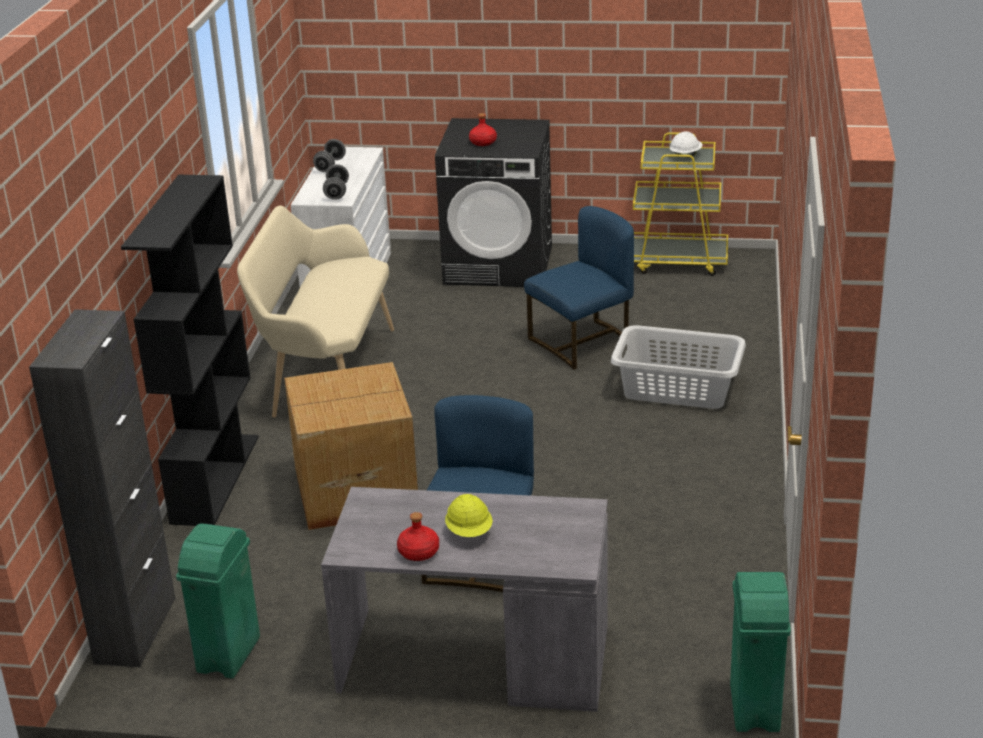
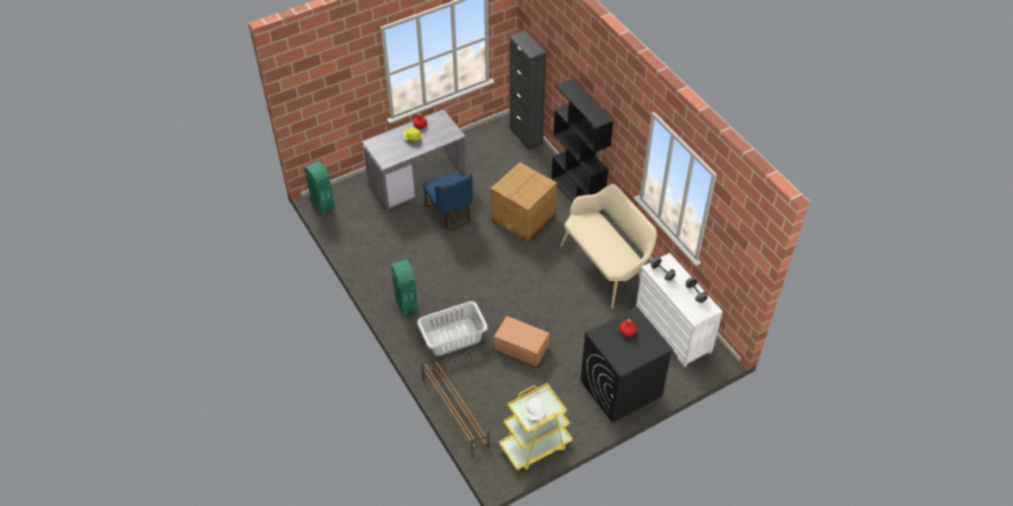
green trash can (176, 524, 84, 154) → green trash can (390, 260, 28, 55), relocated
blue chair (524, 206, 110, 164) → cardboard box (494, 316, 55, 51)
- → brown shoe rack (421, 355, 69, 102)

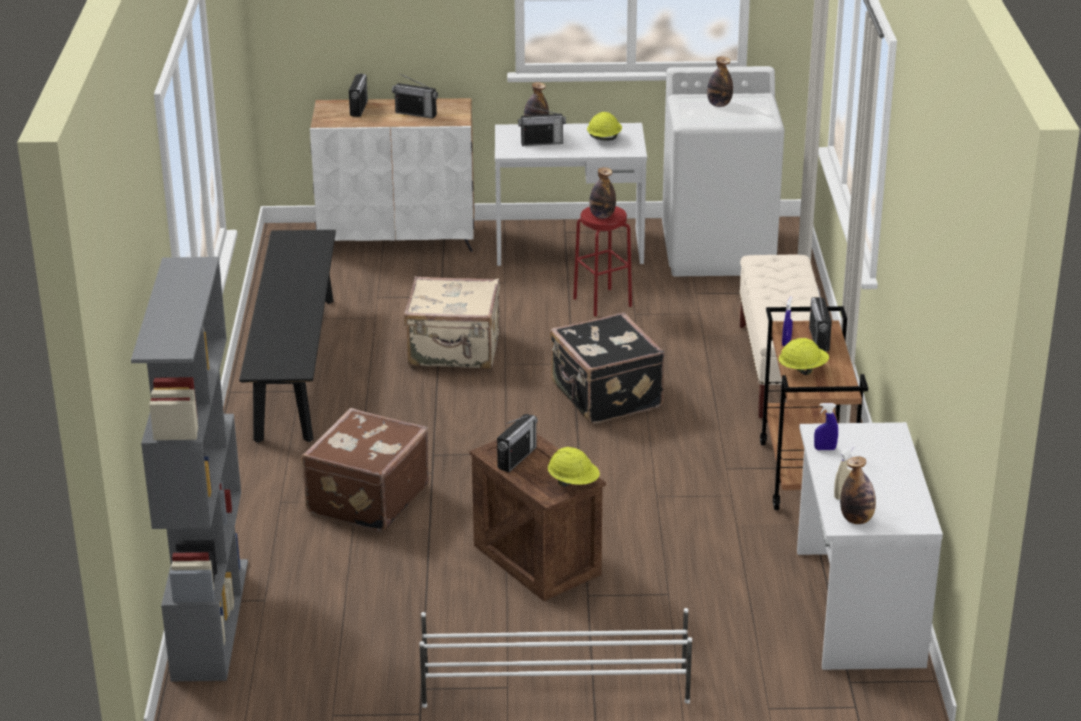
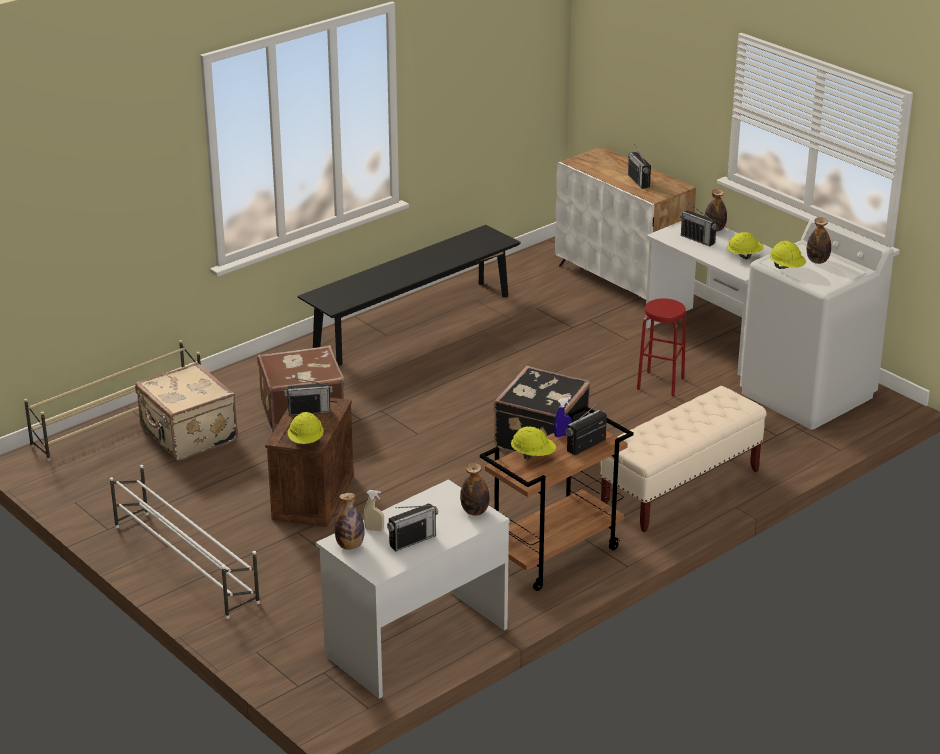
grey bookcase (131, 257, 117, 424) → beige shoe rack (24, 340, 177, 121)
radio (349, 73, 19, 44) → radio (387, 504, 51, 47), relocated
beige suitcase (404, 276, 96, 93) → beige suitcase (135, 363, 103, 97), relocated
bottle (589, 167, 27, 52) → bottle (460, 462, 29, 54), relocated
blue spray bottle (814, 403, 24, 47) → -
- → yellow hard hat (770, 241, 36, 28)

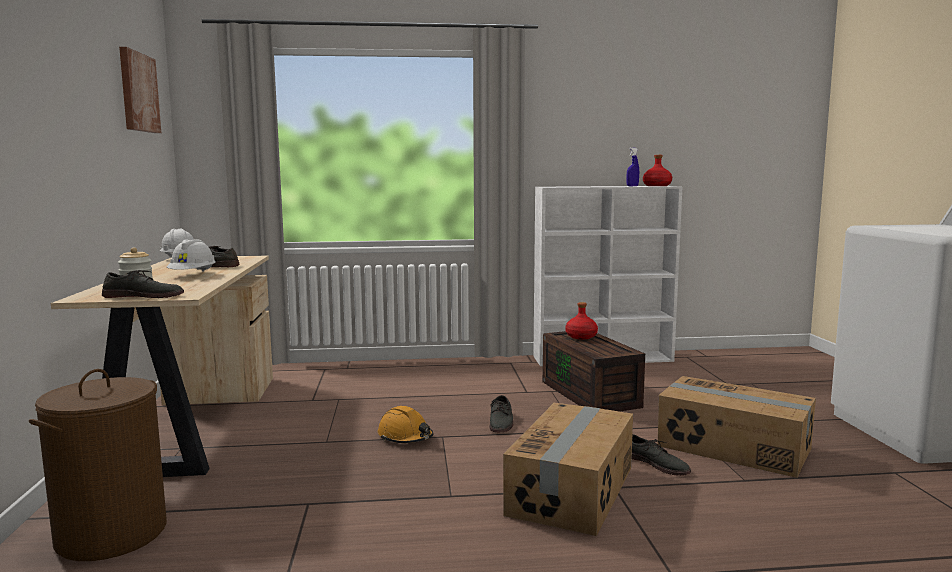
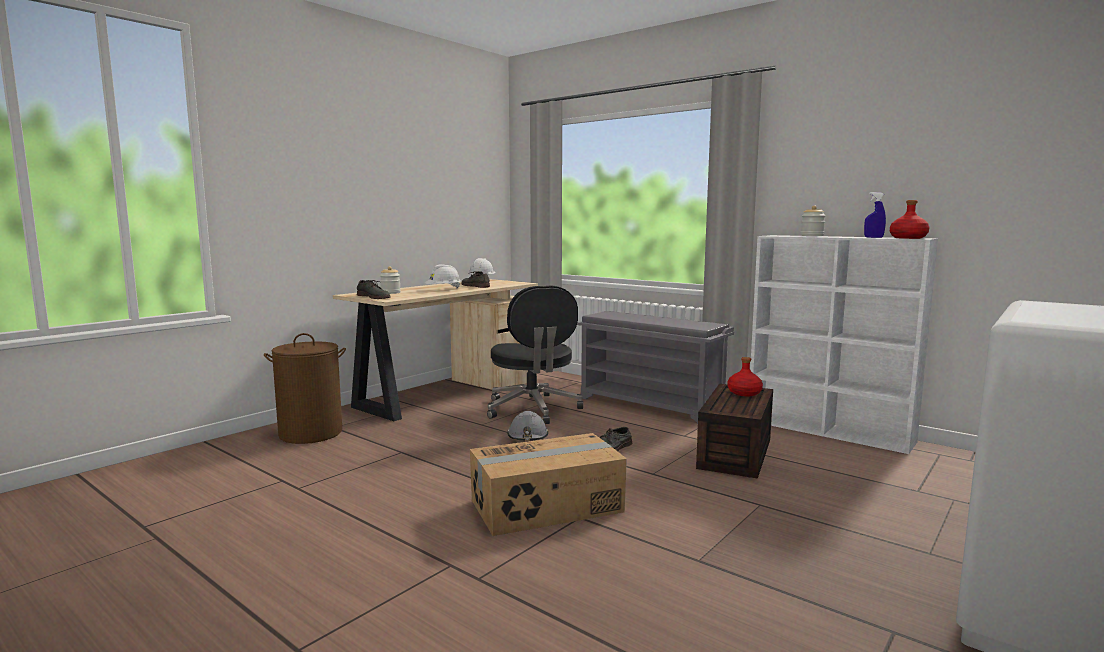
picture (119, 47, 42, 86) → -
orange hard hat (378, 406, 56, 37) → grey hard hat (507, 411, 41, 29)
grey shoe (631, 434, 60, 42) → -
cardboard box (658, 376, 158, 102) → -
- → black office chair (487, 285, 96, 139)
- → grey shoe rack (577, 311, 157, 113)
- → jar (801, 205, 24, 31)

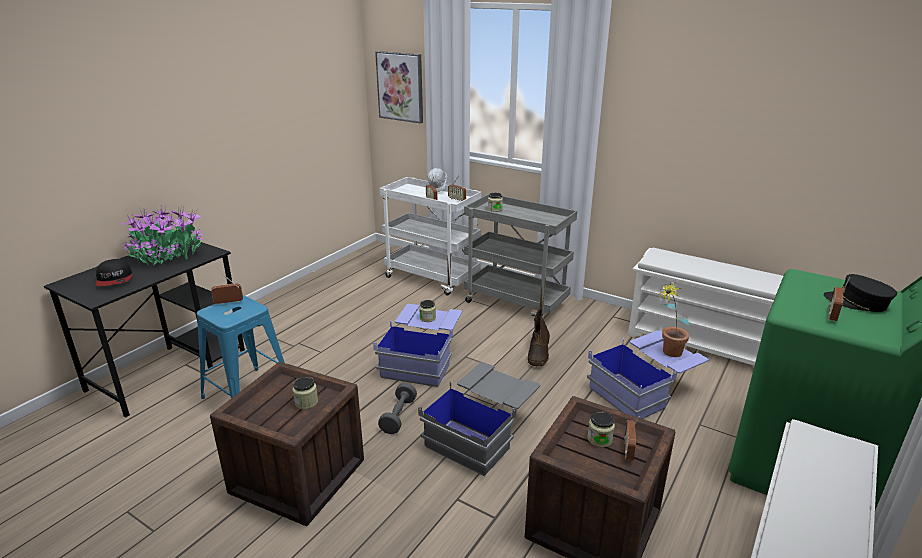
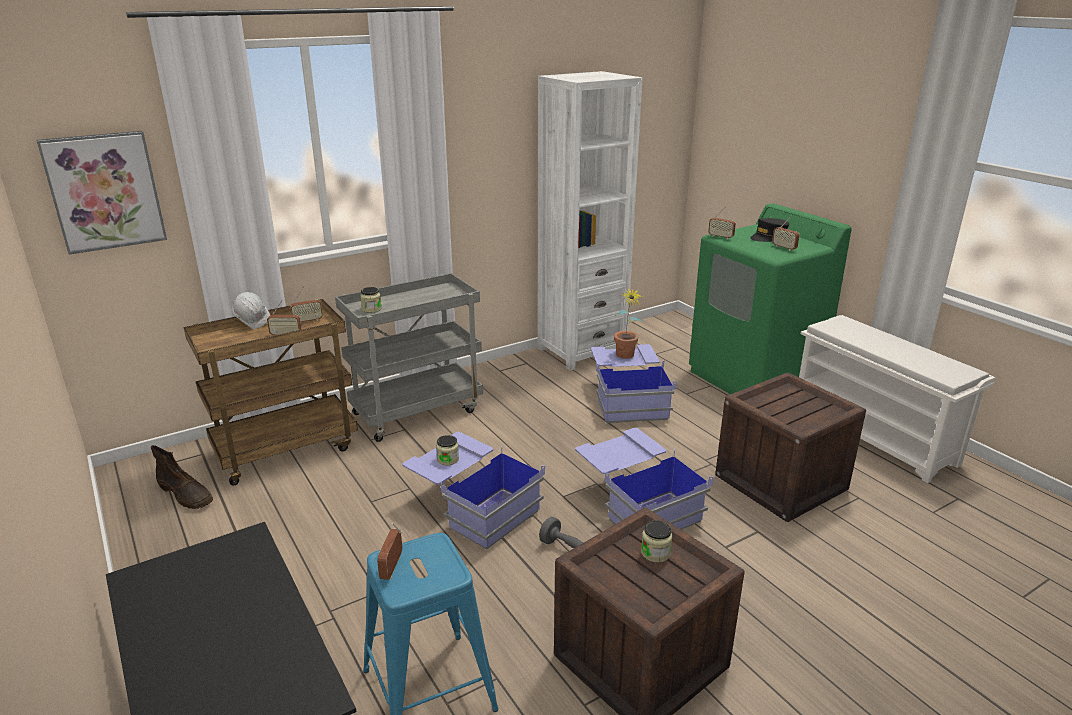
cap (96, 259, 36, 27) → -
potted plant (121, 206, 83, 60) → -
white cart (379, 177, 103, 119) → brown cart (183, 299, 175, 187)
grey storage box (418, 362, 122, 114) → blue storage box (575, 428, 138, 102)
brown boot (528, 308, 22, 59) → brown boot (151, 445, 62, 64), relocated
jar (587, 412, 28, 35) → -
radio (624, 416, 16, 45) → radio (708, 206, 28, 33), relocated
white shoe rack (628, 248, 155, 120) → white bookcase (538, 71, 104, 299)

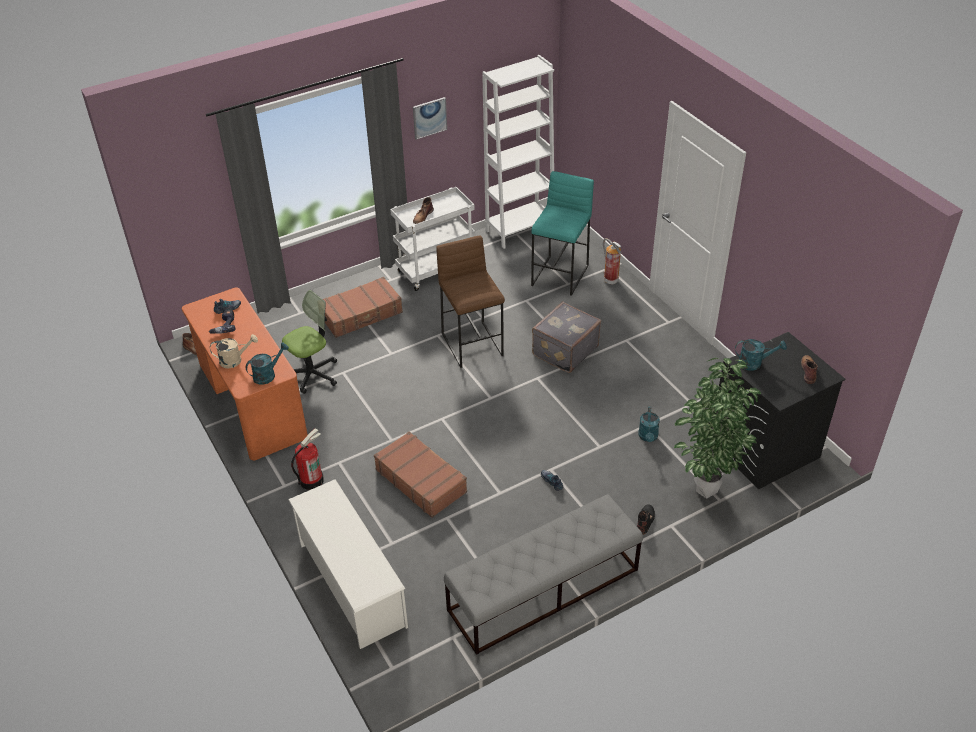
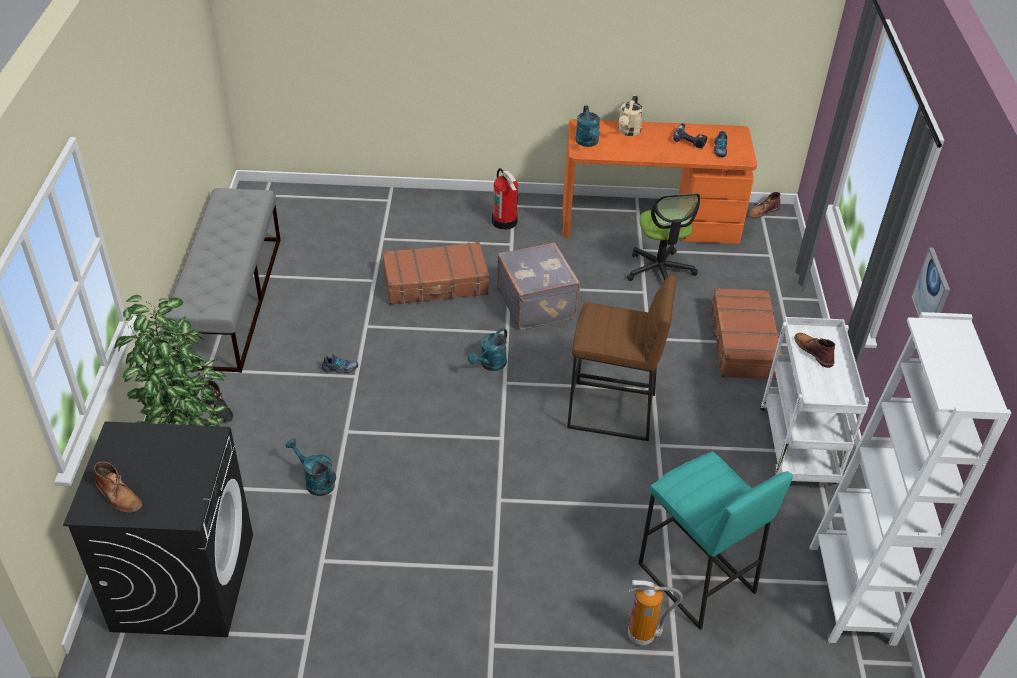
white shoe rack (288, 479, 120, 170) → -
grey suitcase (532, 301, 69, 72) → grey suitcase (497, 243, 83, 87), relocated
turquoise watering can (735, 339, 52, 32) → turquoise watering can (468, 328, 39, 43), relocated

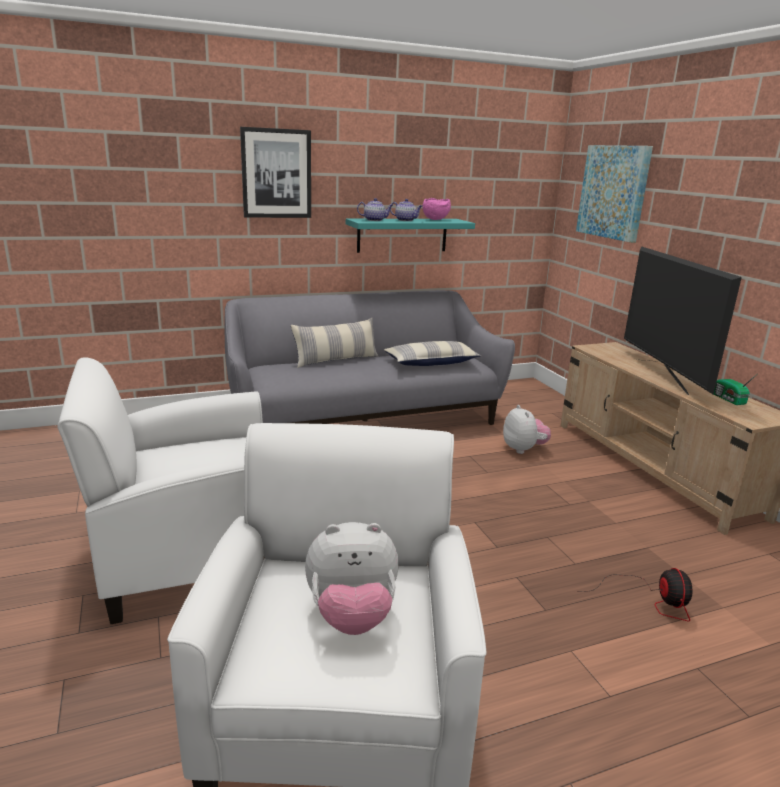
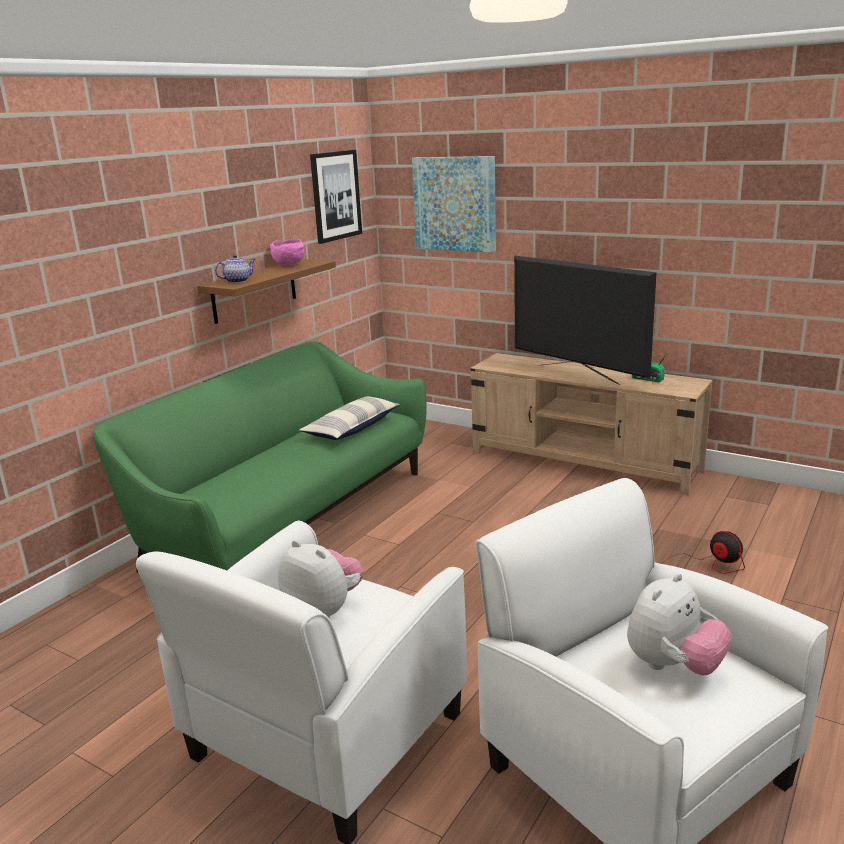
grey sofa (224, 290, 291, 135) → green sofa (93, 342, 334, 231)
picture (240, 127, 71, 91) → picture (310, 150, 52, 94), relocated
pillow (291, 318, 87, 50) → -
turquoise shelf (346, 219, 129, 34) → brown shelf (197, 259, 139, 65)
teapot (390, 199, 32, 22) → -
plush toy (503, 405, 48, 49) → plush toy (278, 540, 86, 79), relocated

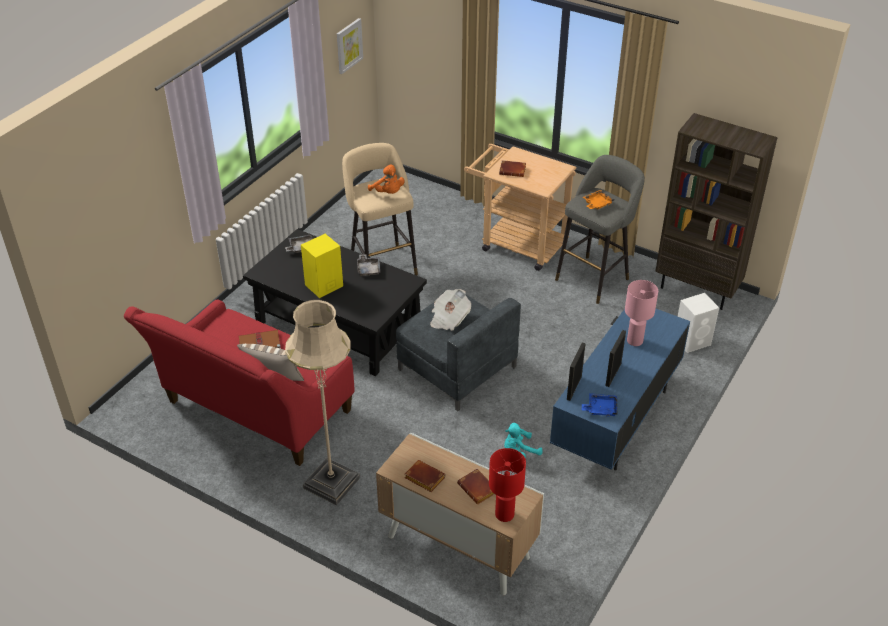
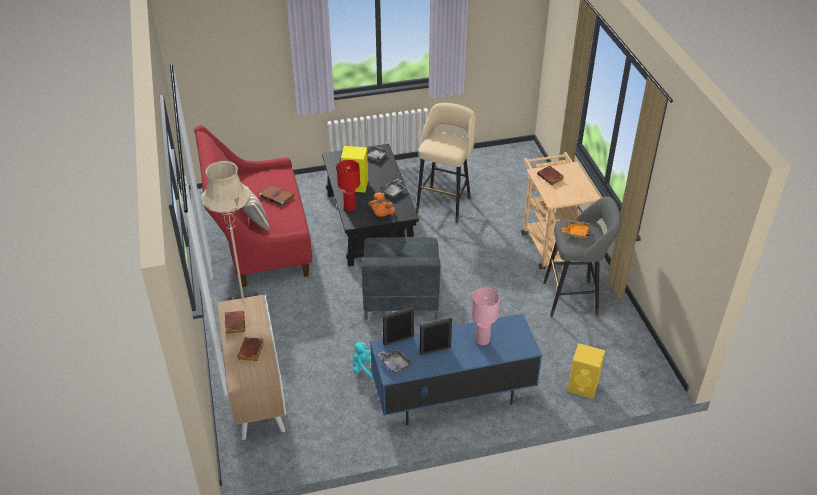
picture (337, 18, 26, 56) → -
orange plush toy (368, 164, 36, 30) → orange plush toy (368, 192, 27, 25), relocated
newspaper (430, 289, 41, 42) → -
red table lamp (489, 448, 37, 74) → red table lamp (337, 160, 23, 51), relocated
blue tray (582, 393, 35, 24) → grey tray (378, 348, 35, 26)
brown bookcase (655, 113, 123, 197) → -
white speaker (678, 293, 41, 60) → yellow speaker (567, 343, 38, 56)

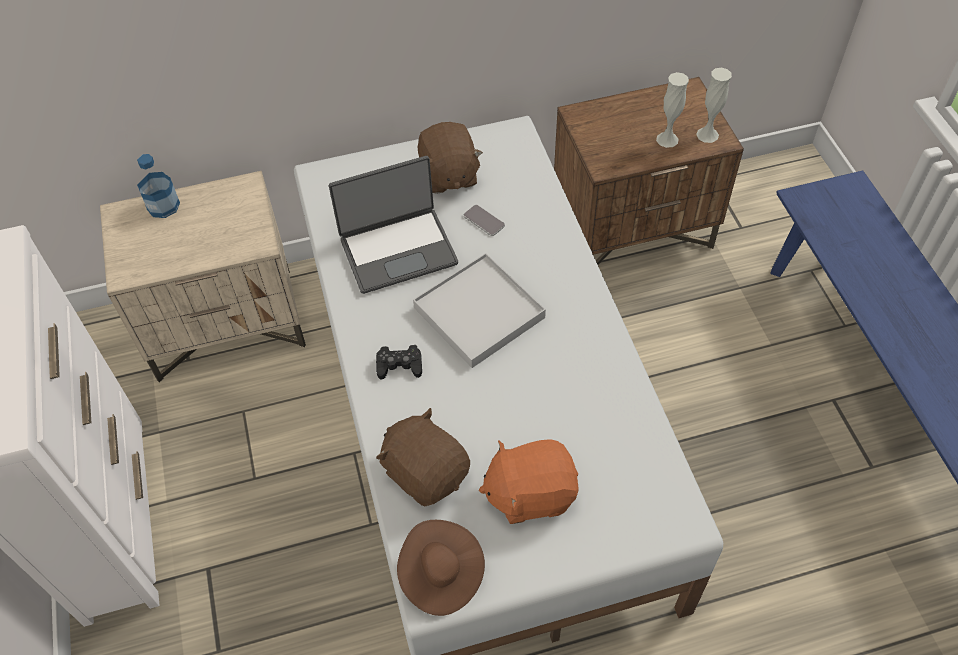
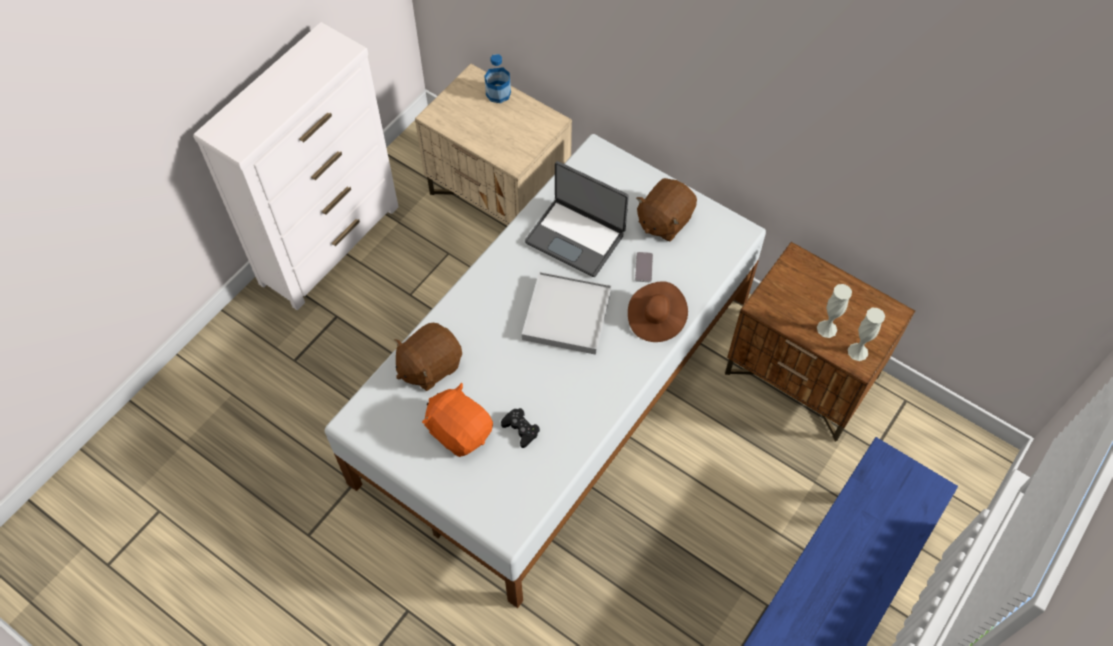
black game controller (376, 345, 46, 34) → black game controller (501, 408, 39, 40), relocated
brown plush toy (376, 408, 94, 98) → brown plush toy (394, 323, 68, 68), 135 degrees counterclockwise
brown hat (397, 520, 88, 96) → brown hat (628, 281, 60, 61), relocated

